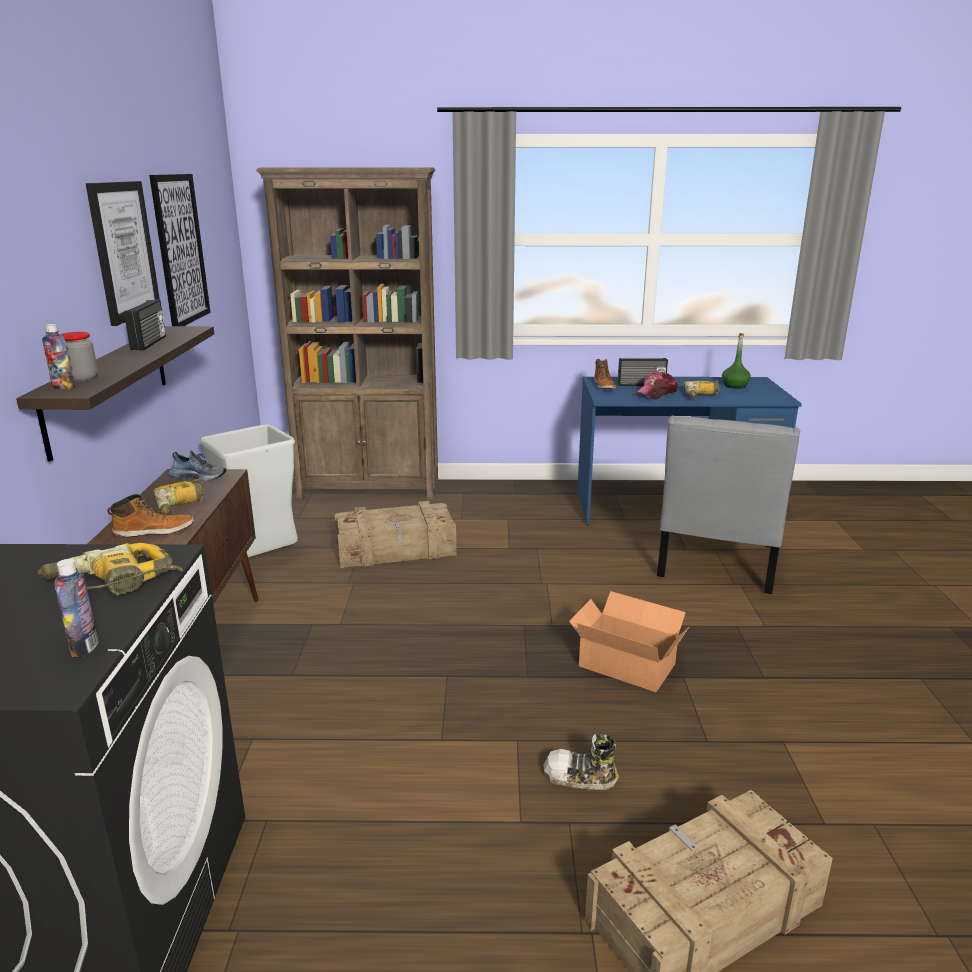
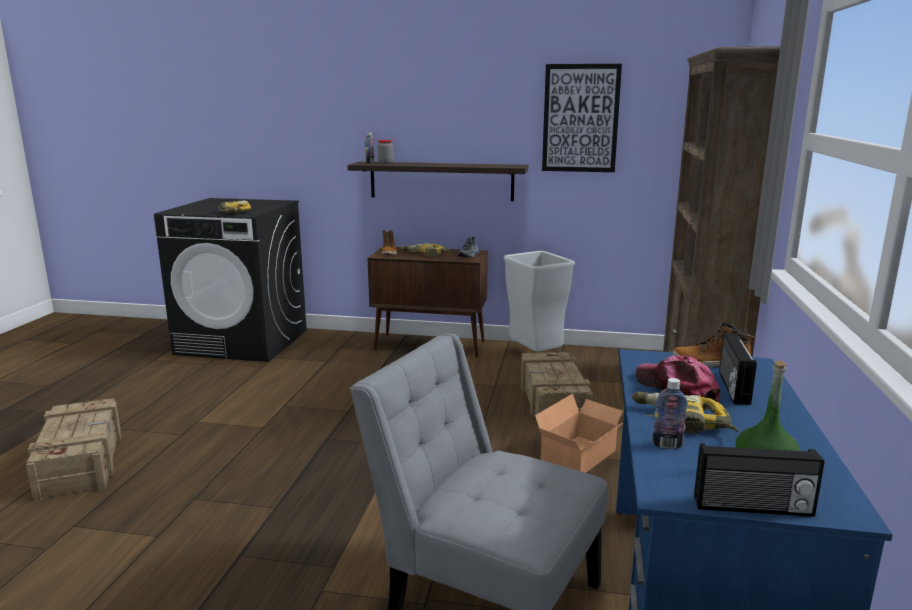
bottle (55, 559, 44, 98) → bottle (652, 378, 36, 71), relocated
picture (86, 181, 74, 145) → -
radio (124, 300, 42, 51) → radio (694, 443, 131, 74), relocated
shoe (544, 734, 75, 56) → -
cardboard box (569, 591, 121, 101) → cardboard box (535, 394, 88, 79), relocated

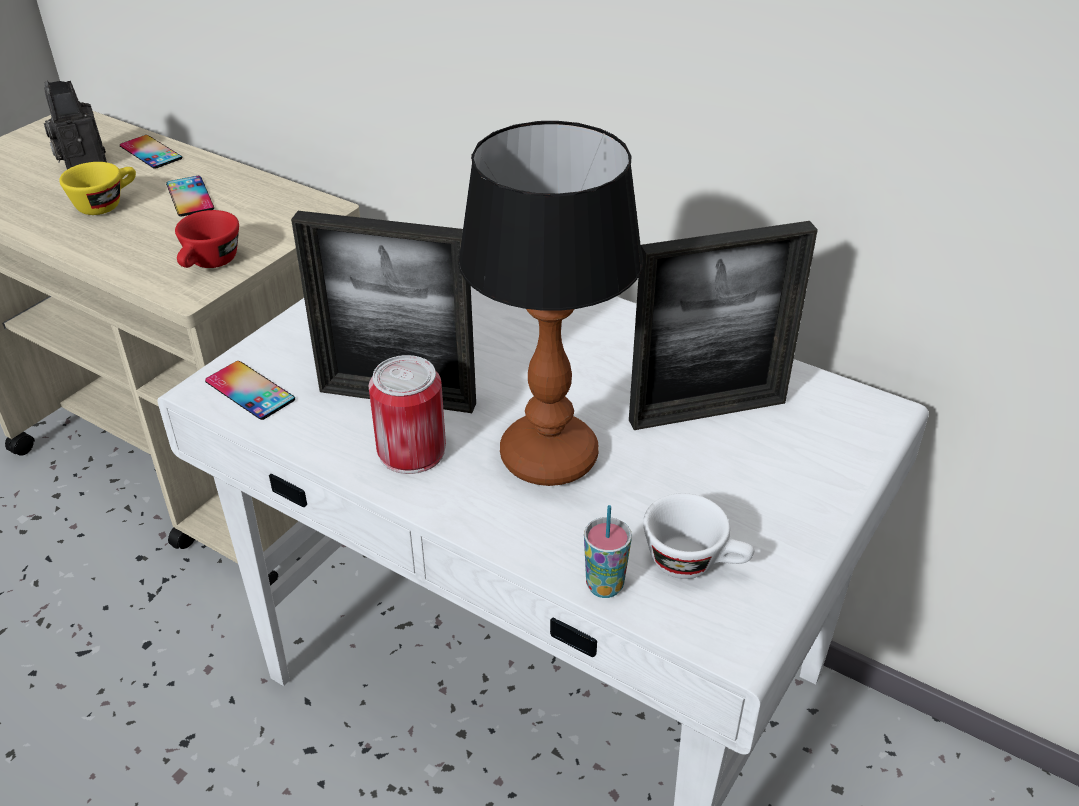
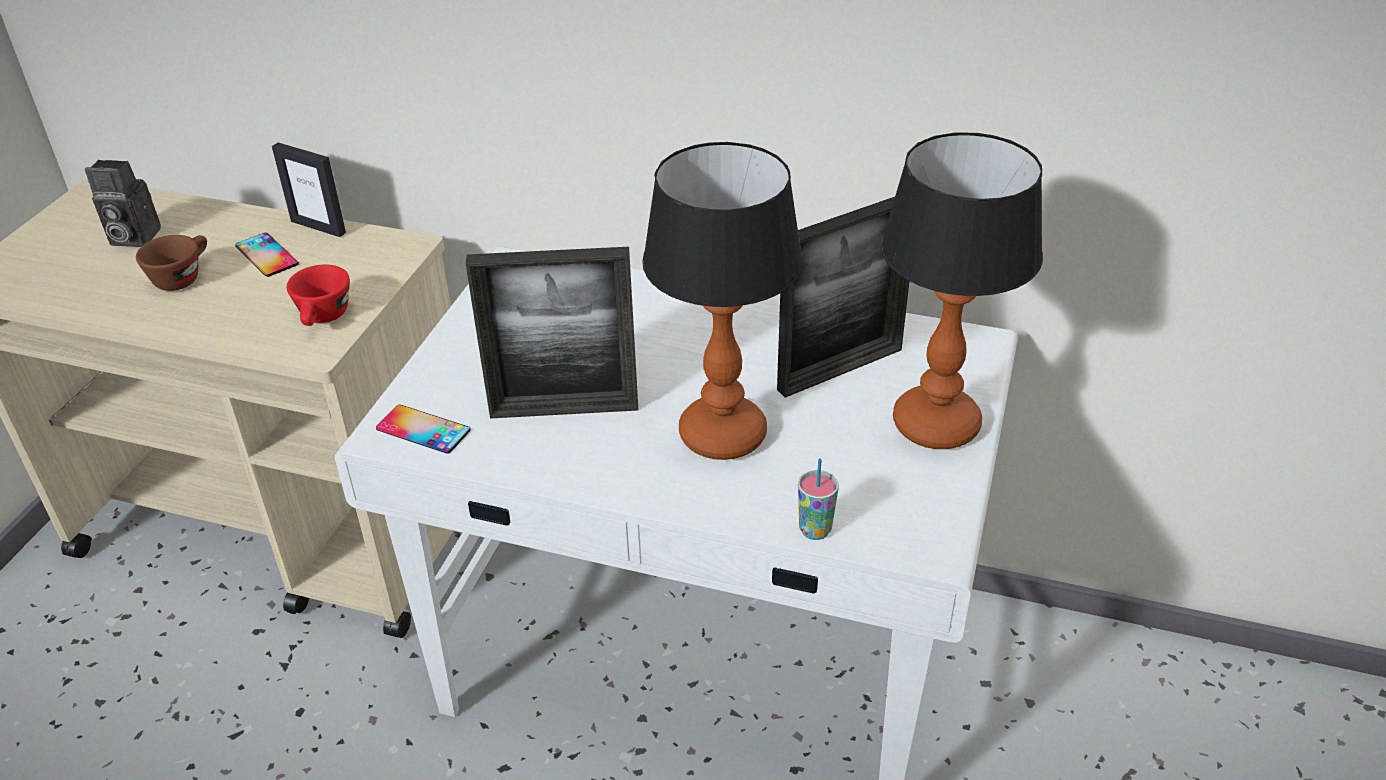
photo camera (44, 81, 63, 89) → photo camera (85, 160, 76, 87), 45 degrees counterclockwise
yellow cup (59, 162, 77, 53) → brown cup (136, 235, 71, 56)
phone (120, 135, 62, 34) → -
can (369, 355, 77, 119) → -
white cup (643, 493, 111, 86) → -
- → picture frame (272, 143, 74, 94)
- → table lamp (881, 132, 162, 317)

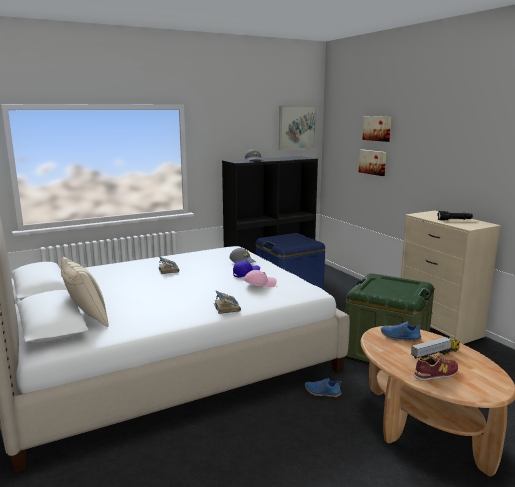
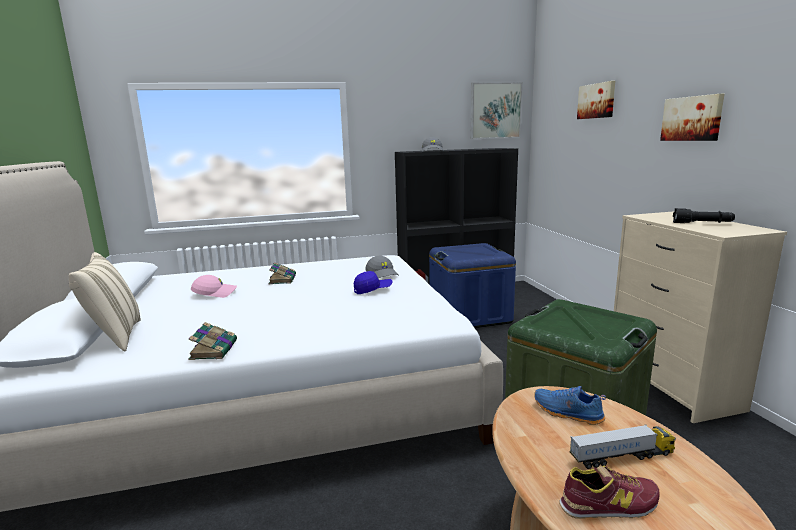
book (214, 291, 27, 23) → book (188, 322, 49, 38), relocated
pink cap (244, 270, 33, 17) → pink cap (191, 275, 46, 23), relocated
blue shoe (305, 378, 36, 19) → -
picture (359, 150, 27, 26) → picture (660, 94, 64, 47), relocated

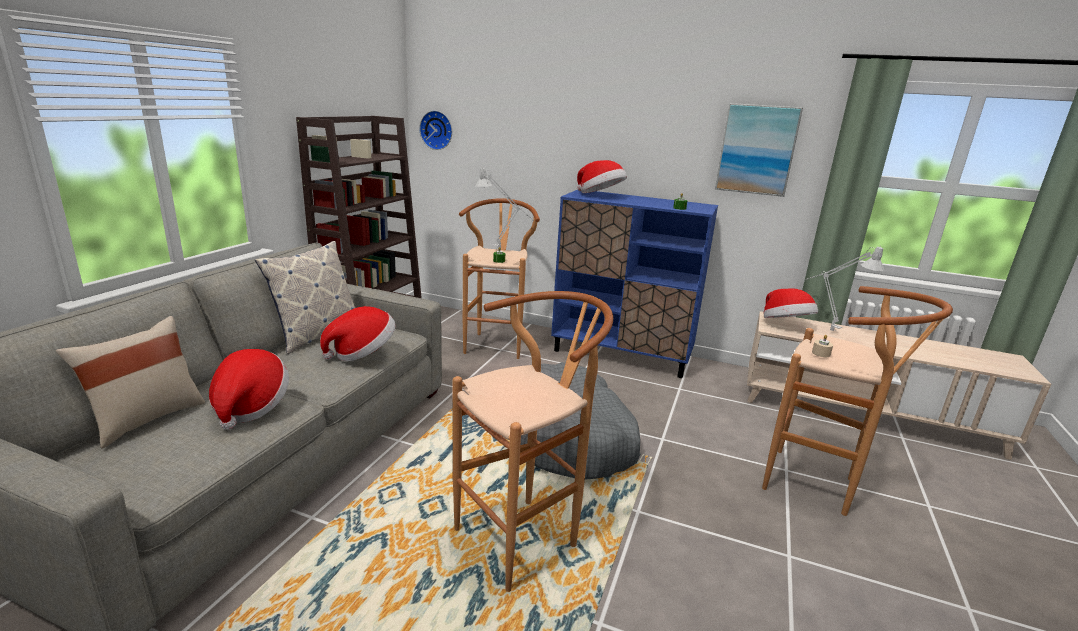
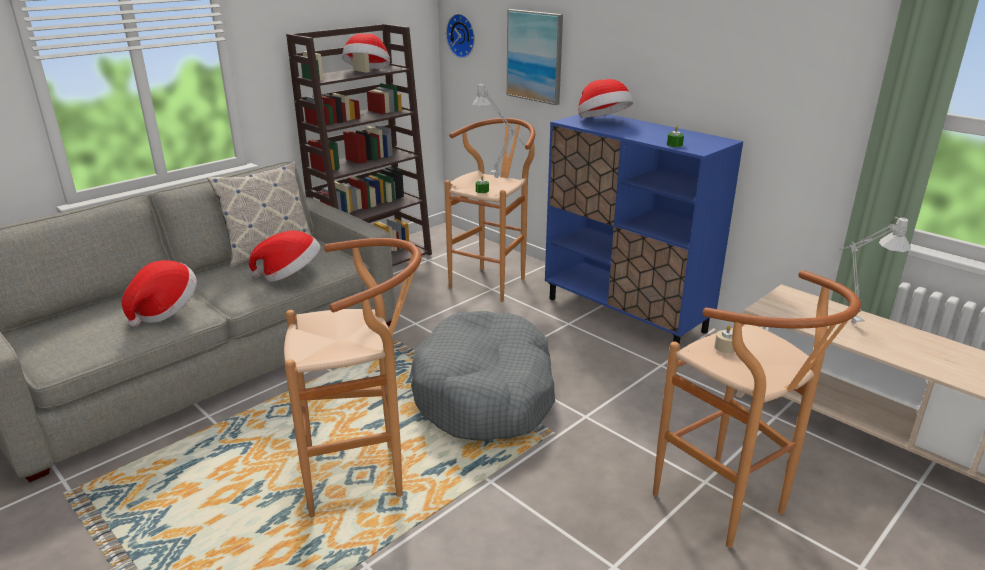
beige pillow (56, 316, 149, 133) → -
picture (715, 103, 88, 94) → picture (507, 9, 56, 96), relocated
hat (764, 288, 54, 30) → hat (342, 34, 48, 35), relocated

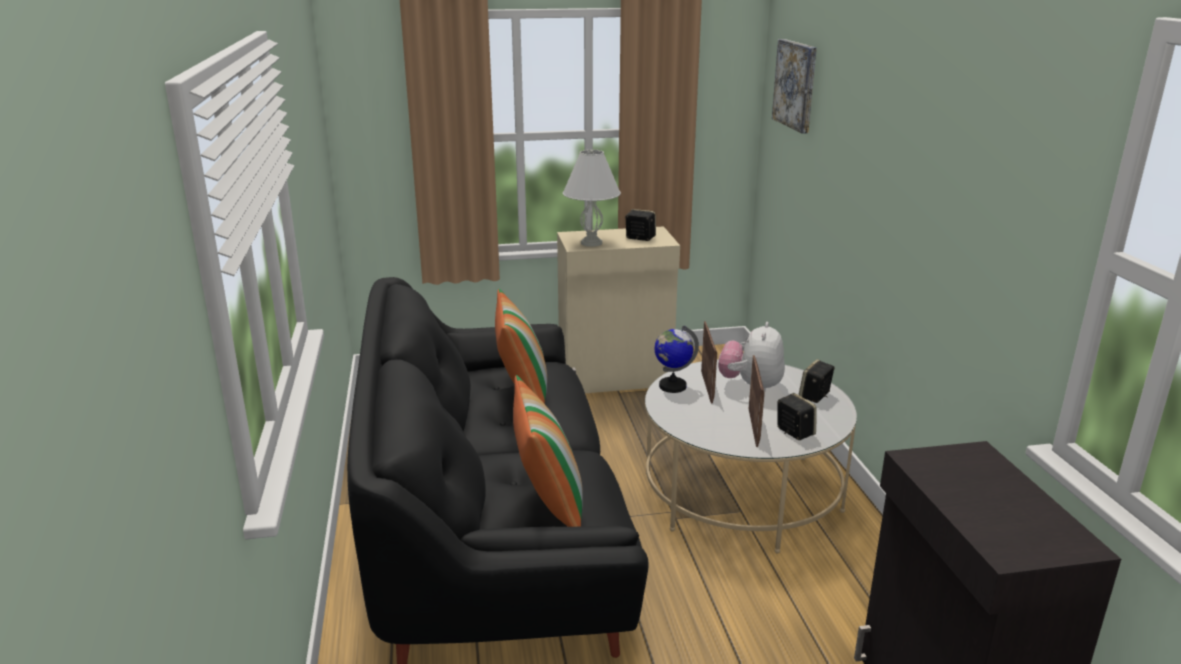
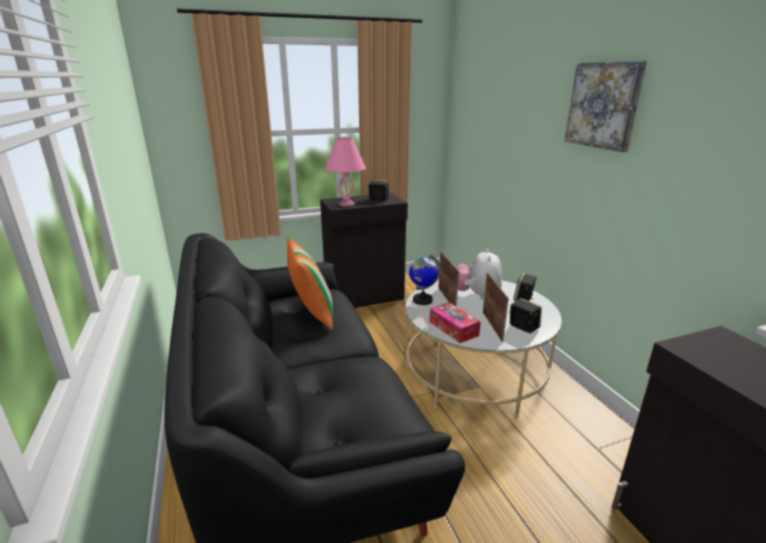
pillow (513, 375, 70, 152) → -
beige cabinet (557, 226, 123, 167) → black cabinet (320, 193, 88, 115)
white table lamp (563, 150, 58, 97) → pink table lamp (325, 137, 41, 70)
picture (772, 39, 45, 95) → picture (565, 61, 82, 91), relocated
- → tissue box (429, 302, 52, 41)

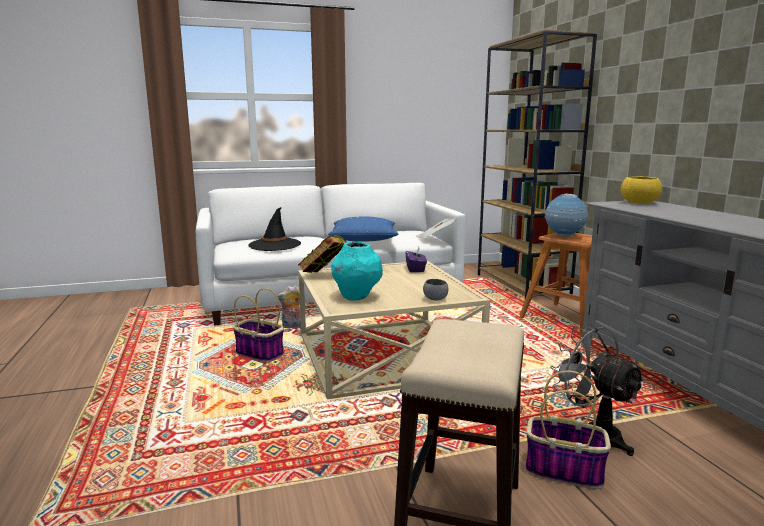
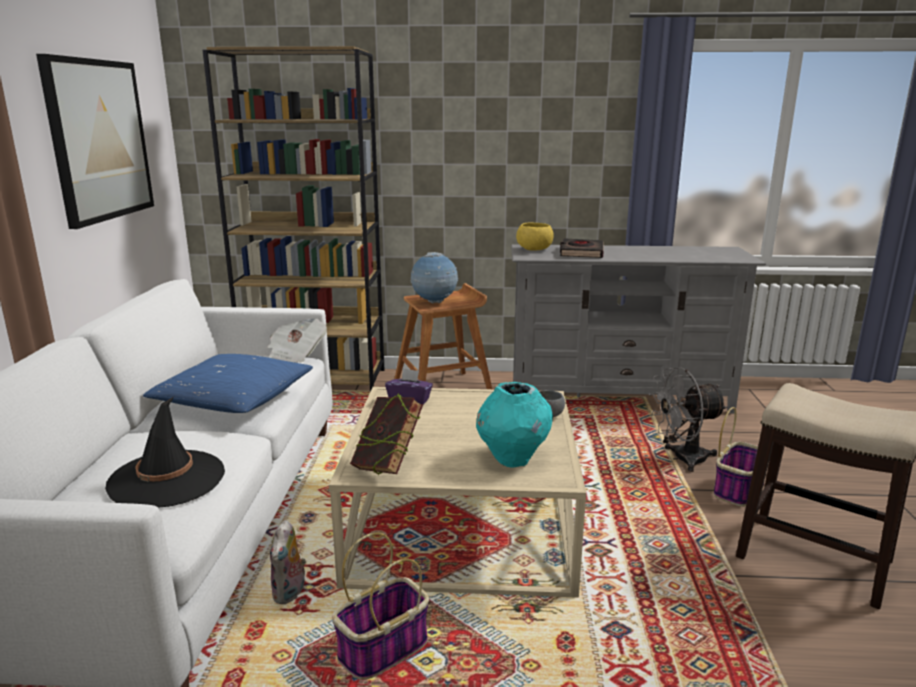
- → picture (36, 54, 118, 175)
- → black book (560, 238, 44, 20)

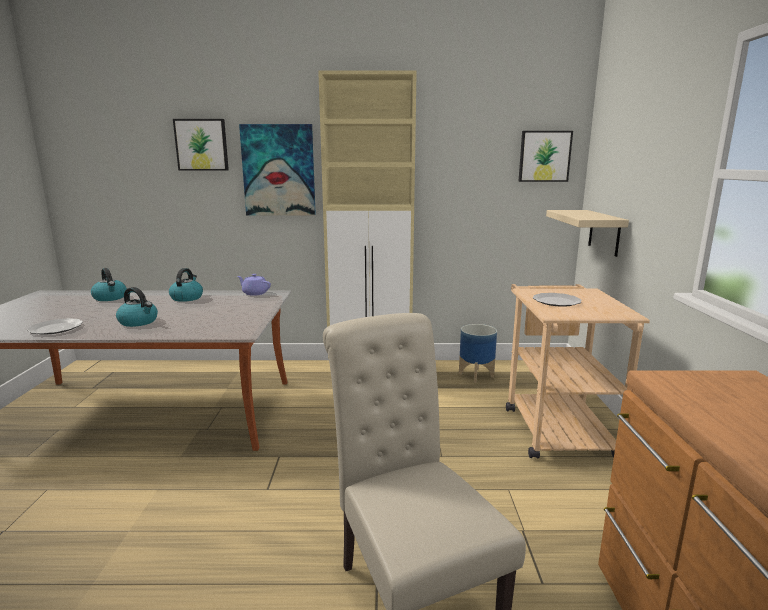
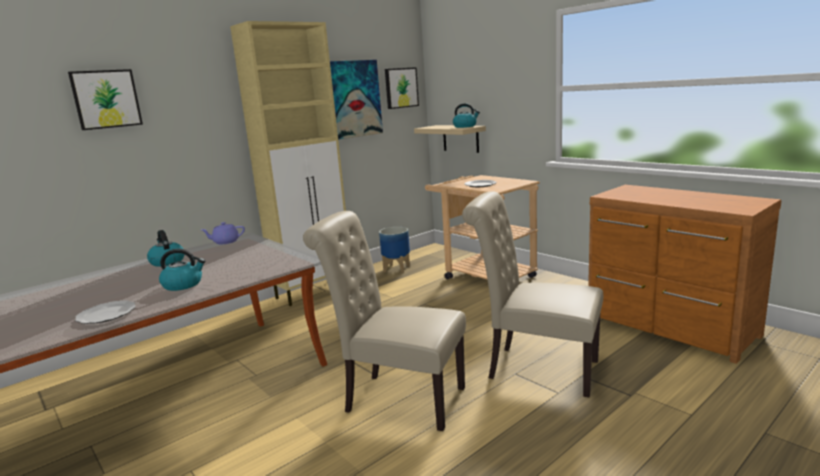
kettle (91, 268, 36, 33) → kettle (453, 103, 27, 25), relocated
picture (239, 124, 77, 92) → picture (330, 60, 53, 80), relocated
- → beige chair (303, 211, 163, 220)

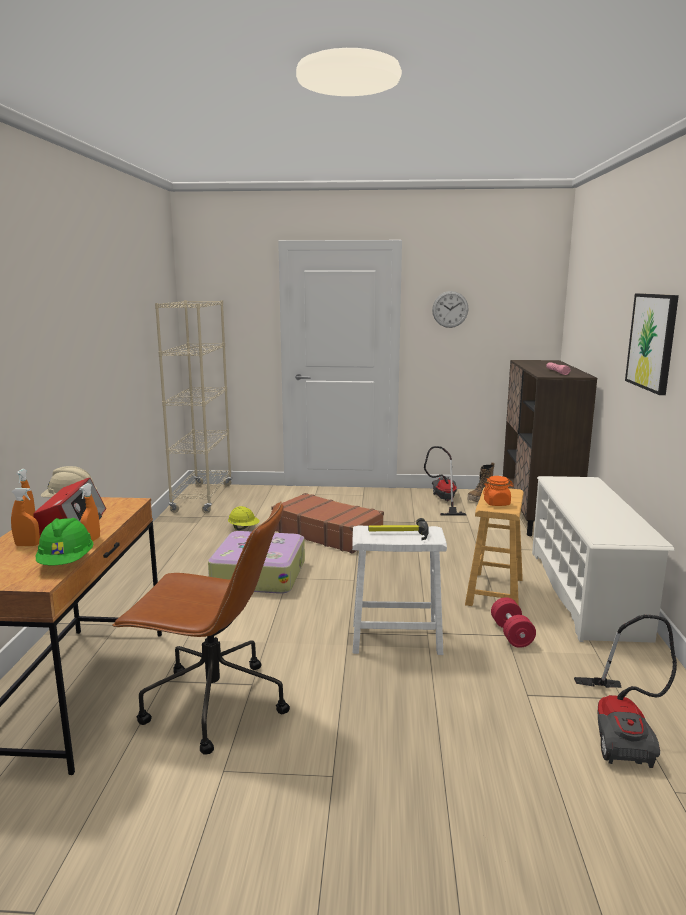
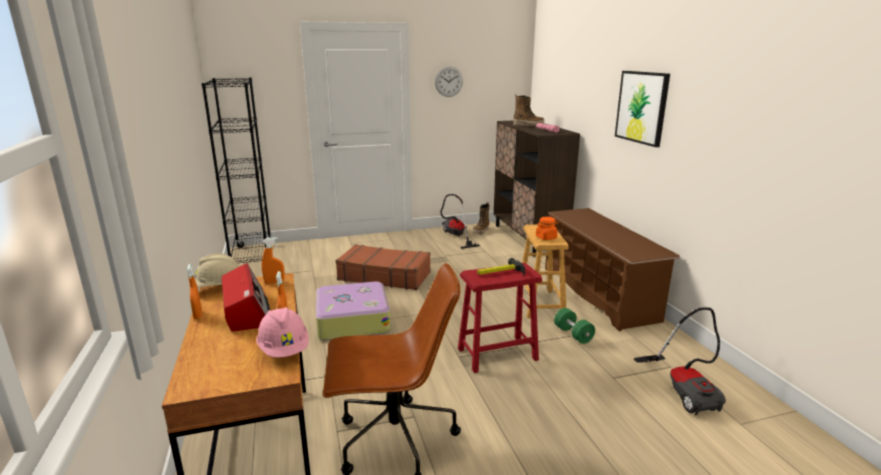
orange spray bottle (11, 488, 29, 58) → orange spray bottle (262, 237, 23, 47), relocated
green hard hat (36, 518, 58, 47) → pink hard hat (256, 307, 53, 50)
beige bookcase (155, 300, 77, 213) → black bookcase (202, 78, 70, 185)
yellow hard hat (228, 506, 32, 24) → -
white stool (352, 526, 95, 129) → red stool (458, 263, 84, 110)
red dumbbell (491, 597, 45, 51) → green dumbbell (554, 308, 41, 36)
white shoe rack (532, 476, 143, 167) → brown shoe rack (545, 208, 135, 123)
- → boot (513, 94, 31, 32)

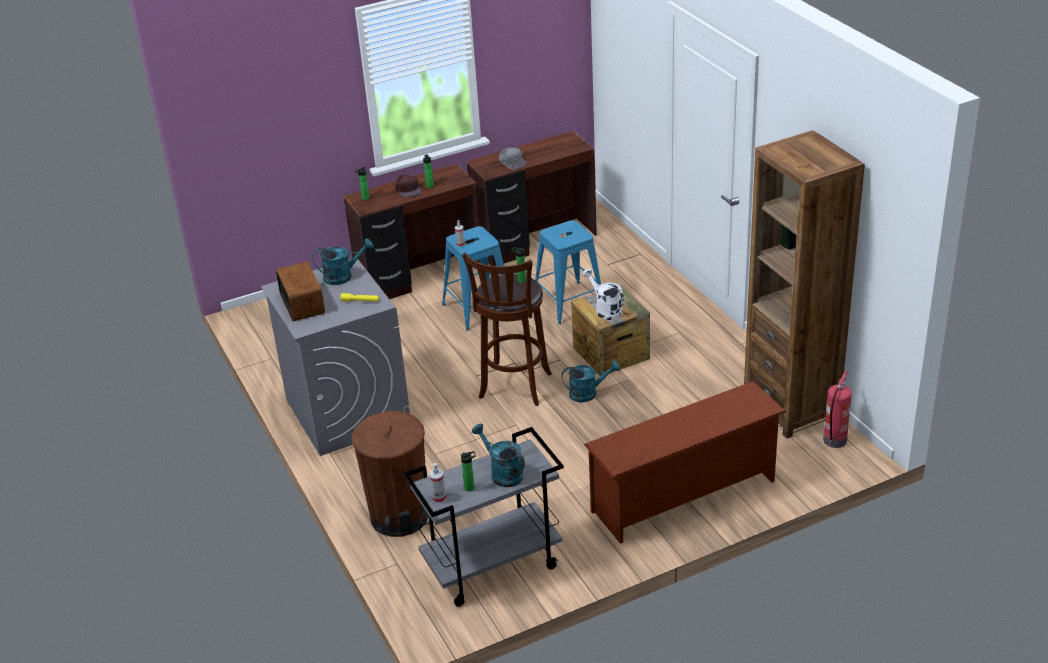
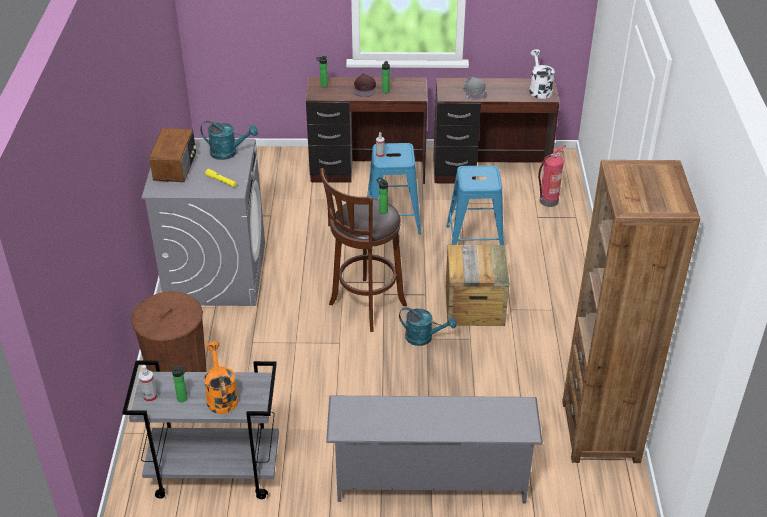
turquoise watering can (472, 423, 53, 64) → orange watering can (204, 342, 34, 72)
white watering can (583, 268, 41, 52) → white watering can (529, 49, 26, 50), relocated
brown shoe rack (584, 381, 202, 163) → grey shoe rack (326, 396, 217, 107)
fire extinguisher (823, 371, 29, 77) → fire extinguisher (538, 145, 28, 62), relocated

